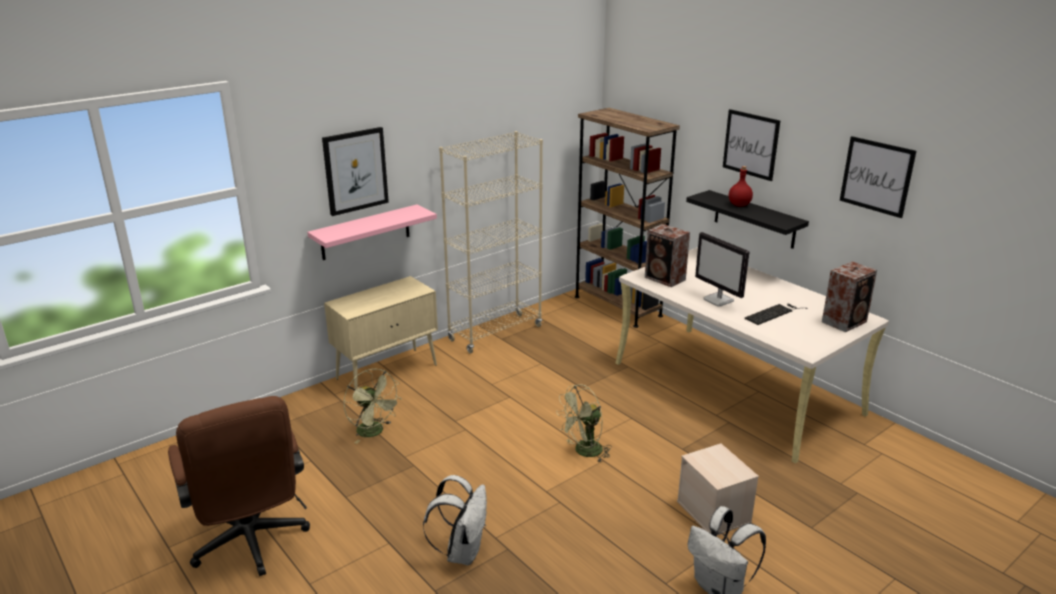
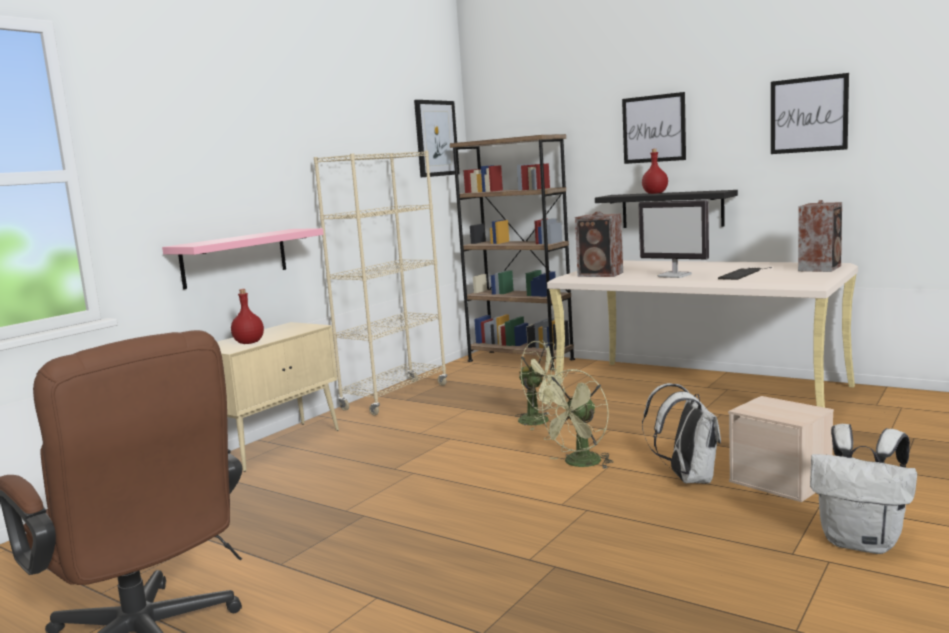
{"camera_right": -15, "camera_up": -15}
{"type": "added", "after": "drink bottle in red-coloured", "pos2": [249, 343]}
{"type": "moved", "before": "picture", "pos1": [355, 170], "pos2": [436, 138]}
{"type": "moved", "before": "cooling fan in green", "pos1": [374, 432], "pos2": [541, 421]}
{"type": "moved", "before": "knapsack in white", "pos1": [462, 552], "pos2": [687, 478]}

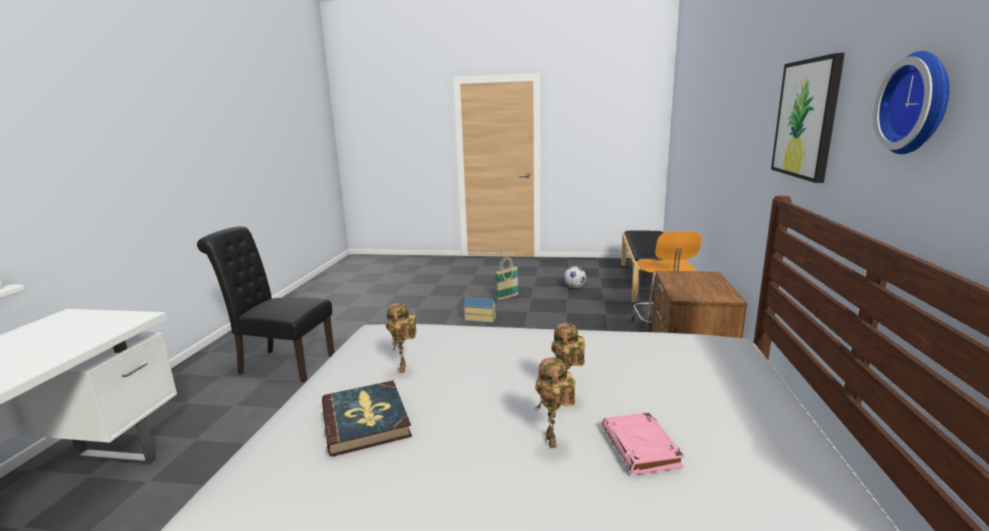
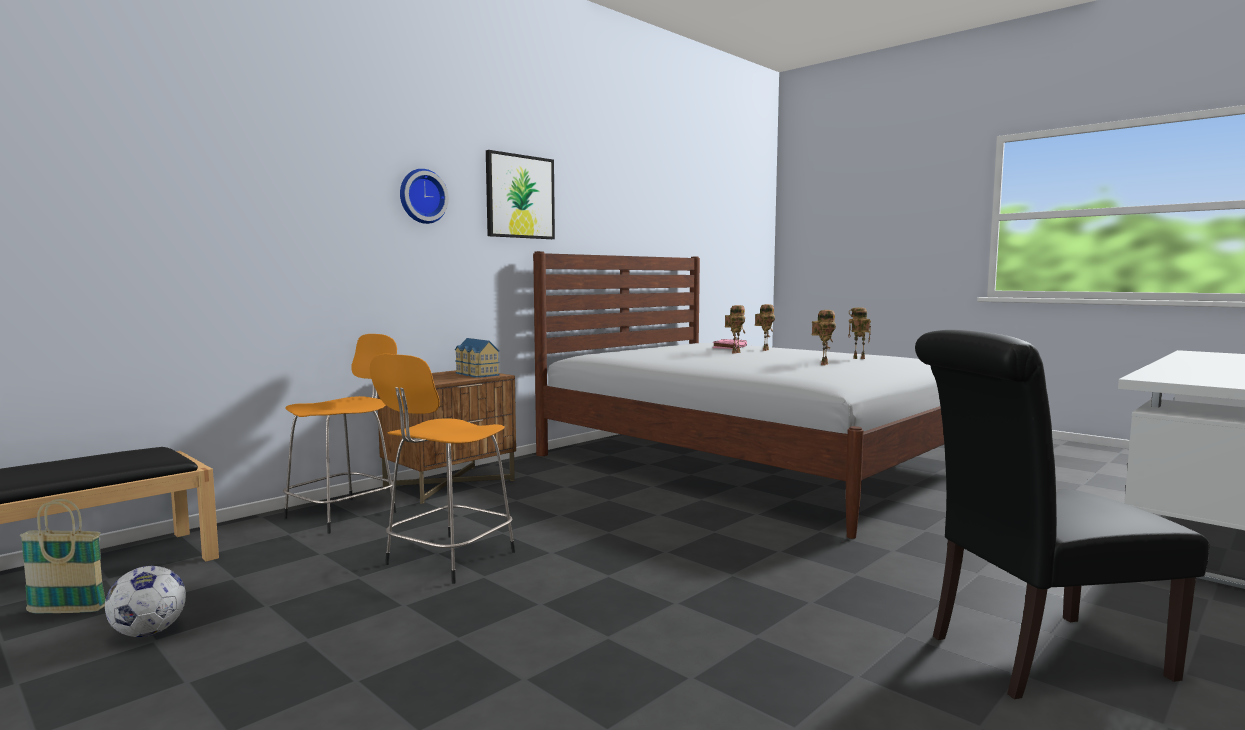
{"camera_right": -145, "camera_up": -10}
{"type": "added", "after": "stool in orange", "pos2": [448, 559]}
{"type": "moved", "before": "toy house", "pos1": [480, 318], "pos2": [476, 374]}
{"type": "moved", "before": "storage basket", "pos1": [507, 297], "pos2": [67, 611]}
{"type": "moved", "before": "wall clock", "pos1": [919, 103], "pos2": [422, 196]}
{"type": "replaced", "before": "bound book", "after": "model robot", "pos1": [366, 420], "pos2": [858, 358]}
{"type": "turned", "before": "plain chair in blackish", "pos1": [281, 364], "pos2": [1034, 656], "turn": 120}

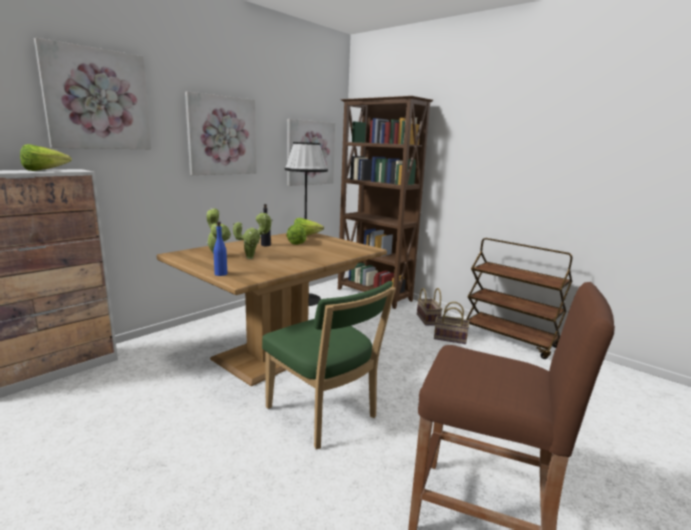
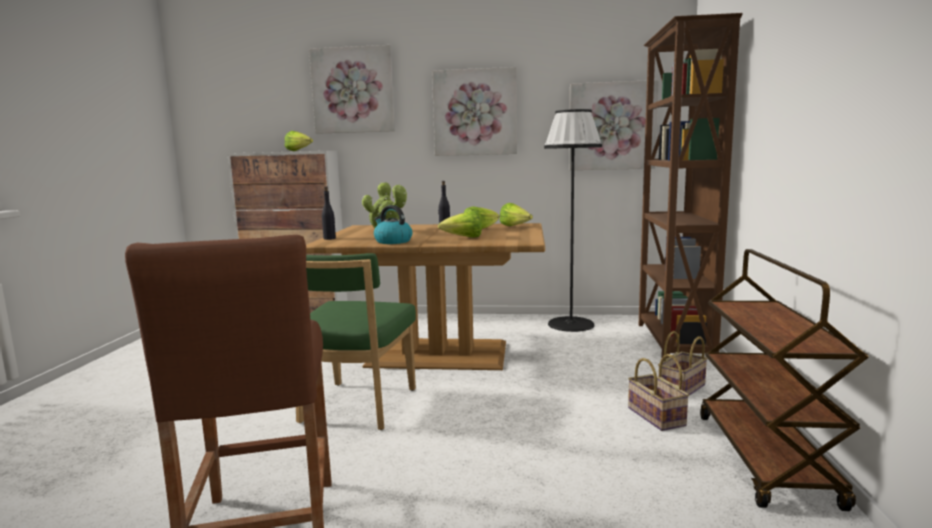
{"camera_right": 55, "camera_up": -5}
{"type": "added", "after": "water kettle", "pos2": [392, 241]}
{"type": "added", "after": "lettuce", "pos2": [464, 238]}
{"type": "recoloured", "before": "drink bottle in blue", "after": "drink bottle in blackish", "pos1": [221, 274], "pos2": [329, 238]}

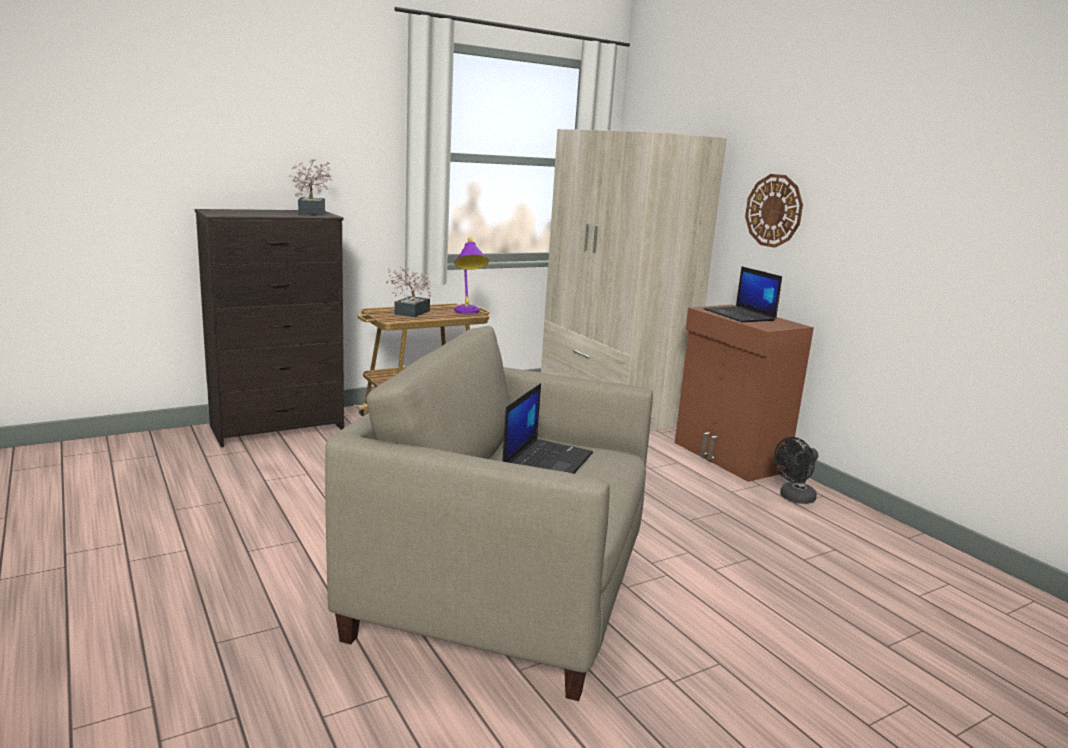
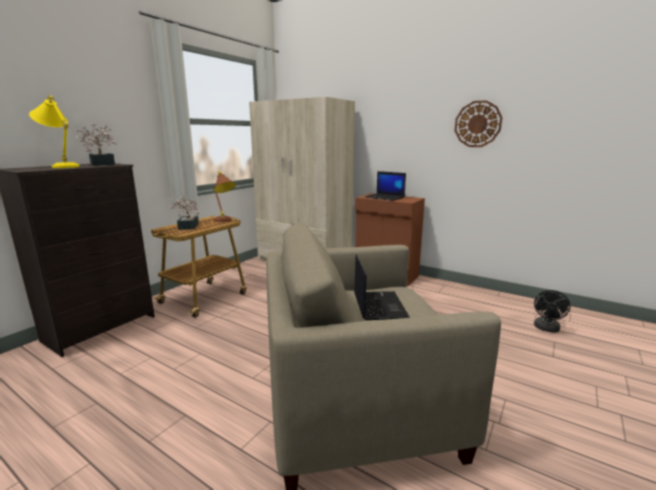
{"camera_right": -25, "camera_up": 0}
{"type": "added", "after": "tabletop lamp in yellow-coloured", "pos2": [62, 166]}
{"type": "moved", "before": "wall clock", "pos1": [774, 210], "pos2": [477, 124]}
{"type": "moved", "before": "cooling fan in blackish", "pos1": [793, 498], "pos2": [546, 329]}
{"type": "recoloured", "before": "tabletop lamp in purplish", "after": "tabletop lamp in brown", "pos1": [468, 313], "pos2": [225, 220]}

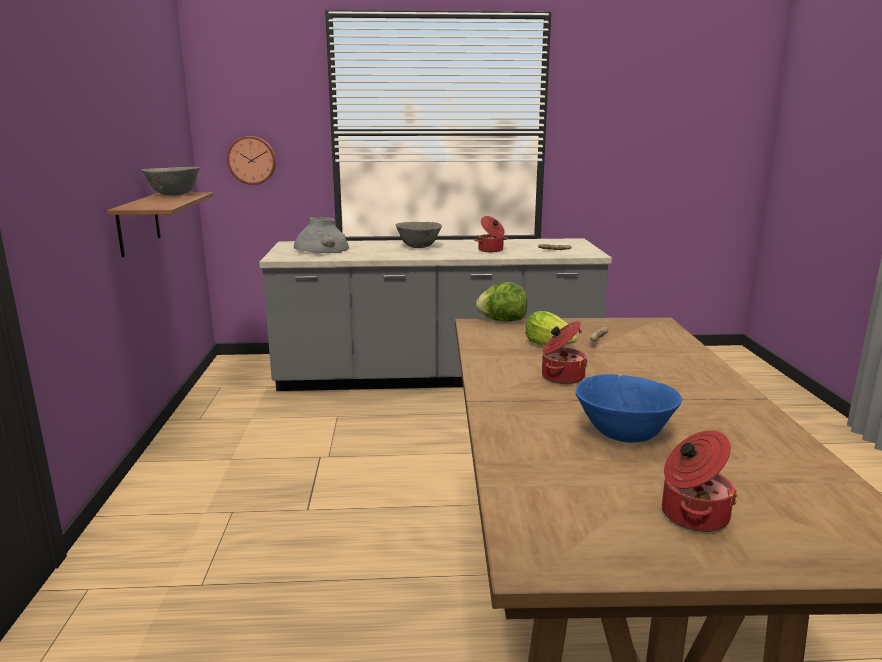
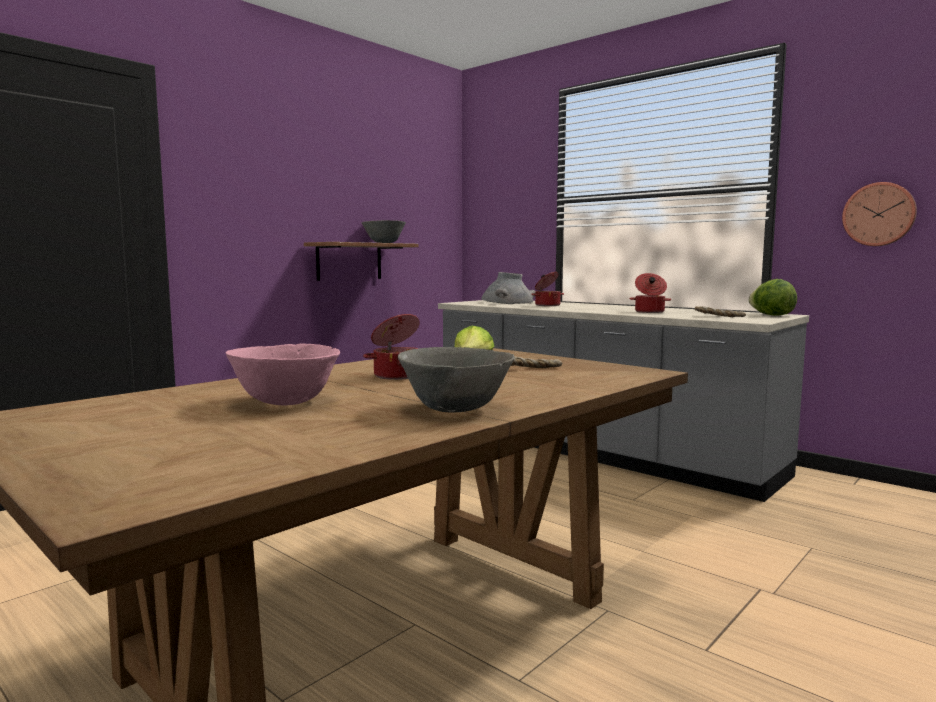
{"camera_right": 45, "camera_up": -10}
{"type": "moved", "before": "wall clock", "pos1": [252, 160], "pos2": [879, 214]}
{"type": "moved", "before": "deep dish in greyish", "pos1": [418, 247], "pos2": [456, 409]}
{"type": "moved", "before": "lettuce", "pos1": [502, 321], "pos2": [771, 315]}
{"type": "moved", "before": "cooking pot", "pos1": [692, 515], "pos2": [547, 305]}
{"type": "recoloured", "before": "deep dish in blue", "after": "deep dish in pink-coloured", "pos1": [623, 436], "pos2": [285, 402]}

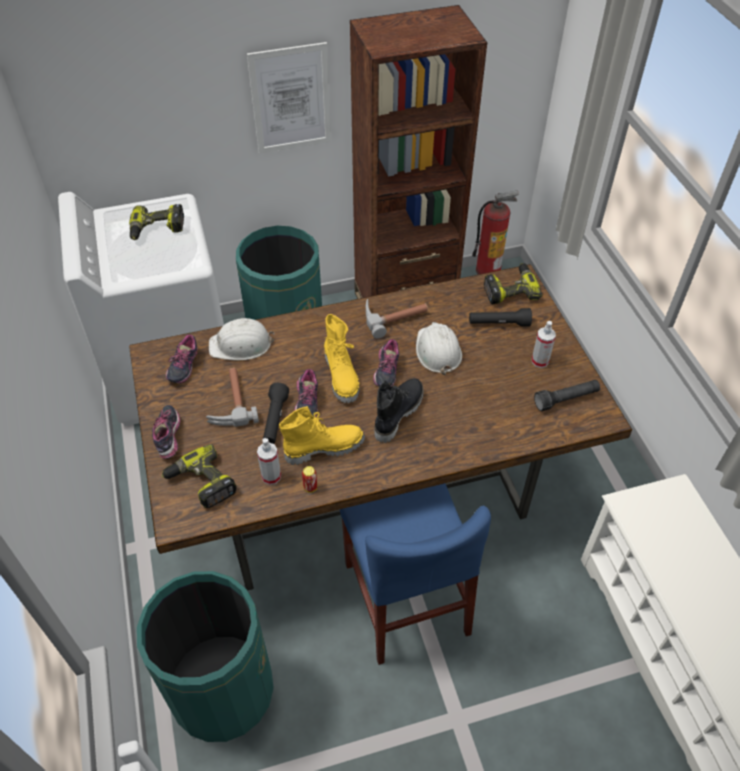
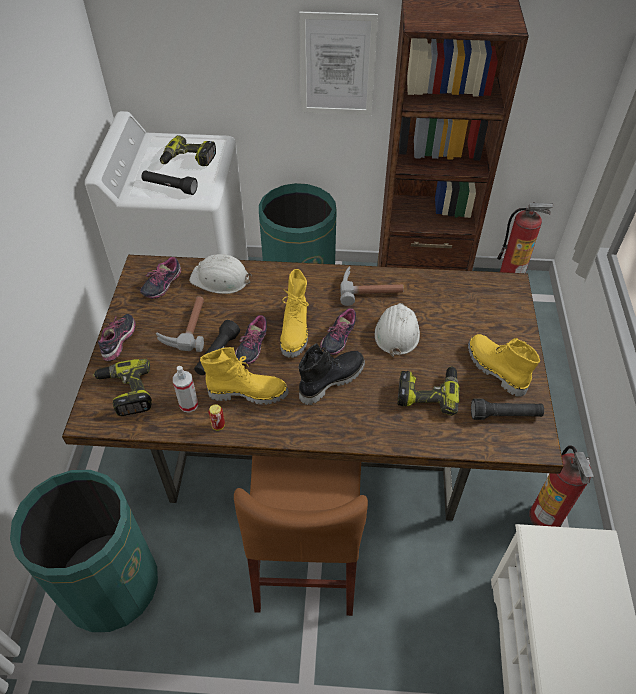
{"camera_right": 20, "camera_up": 0}
{"type": "added", "after": "fire-fighting cylinder", "pos2": [546, 517]}
{"type": "moved", "before": "hand torch in blackish", "pos1": [499, 324], "pos2": [170, 187]}
{"type": "moved", "before": "drill", "pos1": [510, 289], "pos2": [428, 393]}
{"type": "replaced", "before": "sprayer", "after": "high-top boot in yellow-coloured", "pos1": [540, 361], "pos2": [495, 370]}
{"type": "recoloured", "before": "plain chair in blue", "after": "plain chair in brown", "pos1": [405, 598], "pos2": [305, 558]}

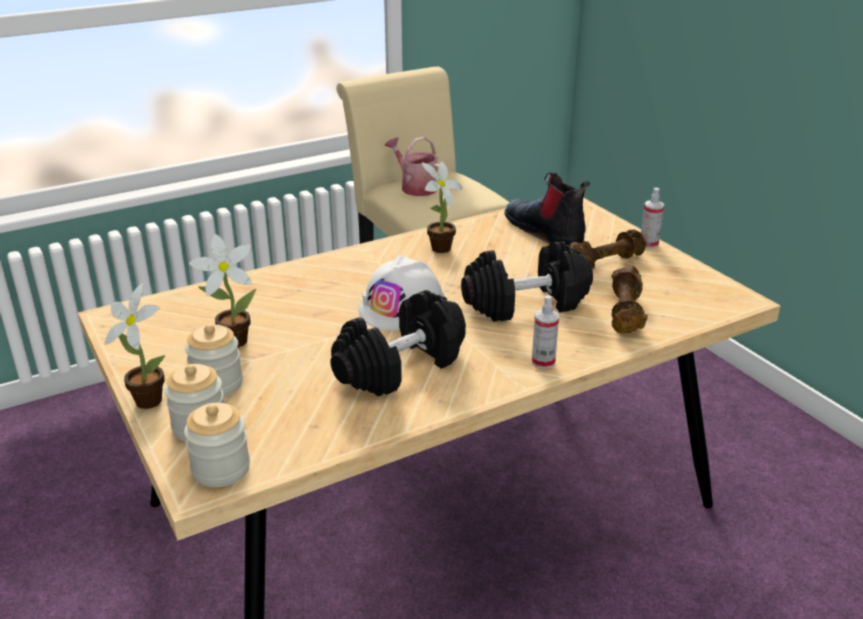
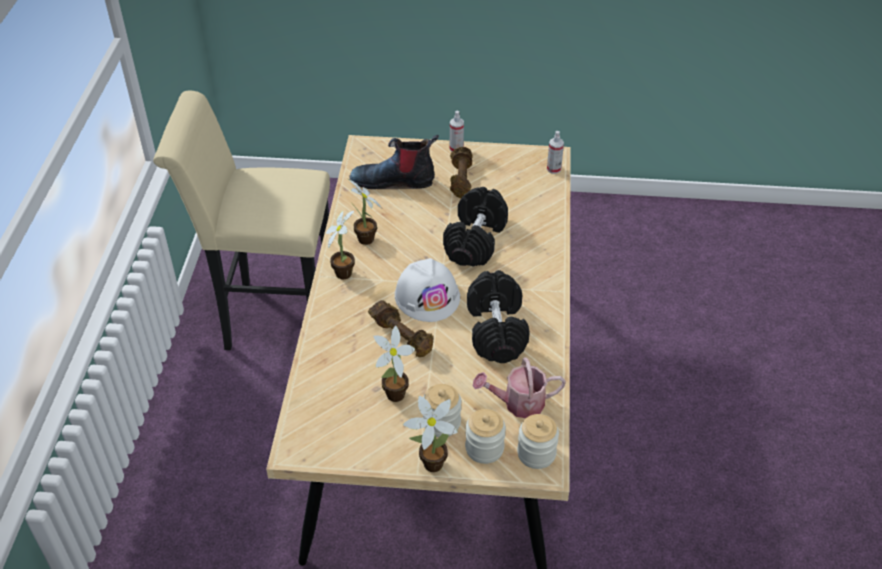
{"camera_right": -55, "camera_up": 15}
{"type": "added", "after": "houseplant", "pos2": [344, 271]}
{"type": "moved", "before": "sprinkling can", "pos1": [415, 187], "pos2": [518, 403]}
{"type": "moved", "before": "sprayer", "pos1": [543, 362], "pos2": [554, 169]}
{"type": "moved", "before": "free weight in brown", "pos1": [626, 313], "pos2": [402, 336]}

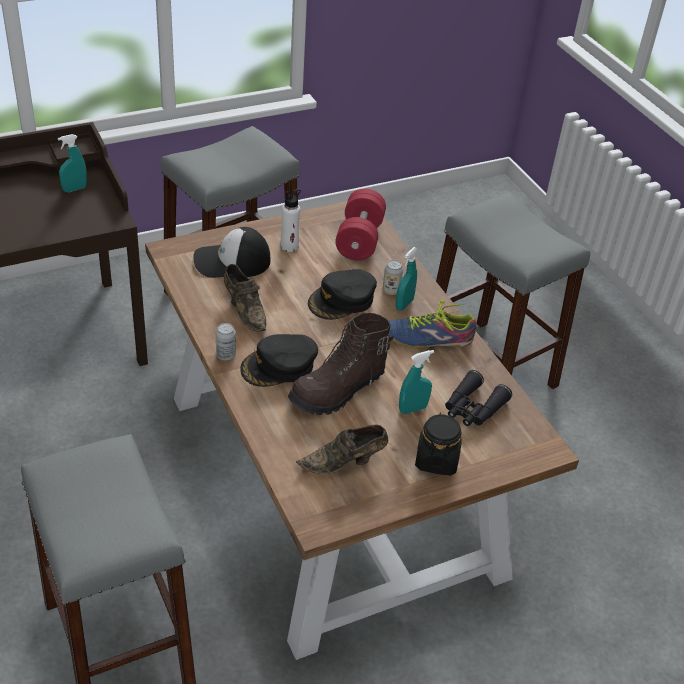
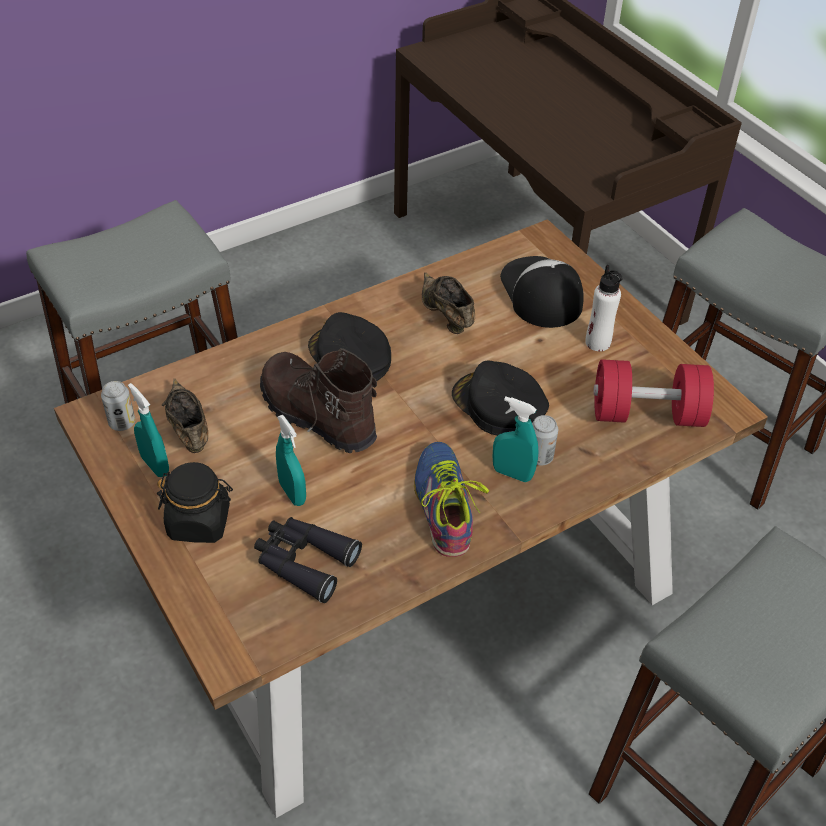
{"camera_right": 85, "camera_up": 5}
{"type": "moved", "before": "sprayer in turquoise-coloured", "pos1": [74, 189], "pos2": [155, 465]}
{"type": "moved", "before": "metal can", "pos1": [226, 355], "pos2": [122, 423]}
{"type": "turned", "before": "item of footwear in brown", "pos1": [245, 311], "pos2": [446, 316], "turn": 105}

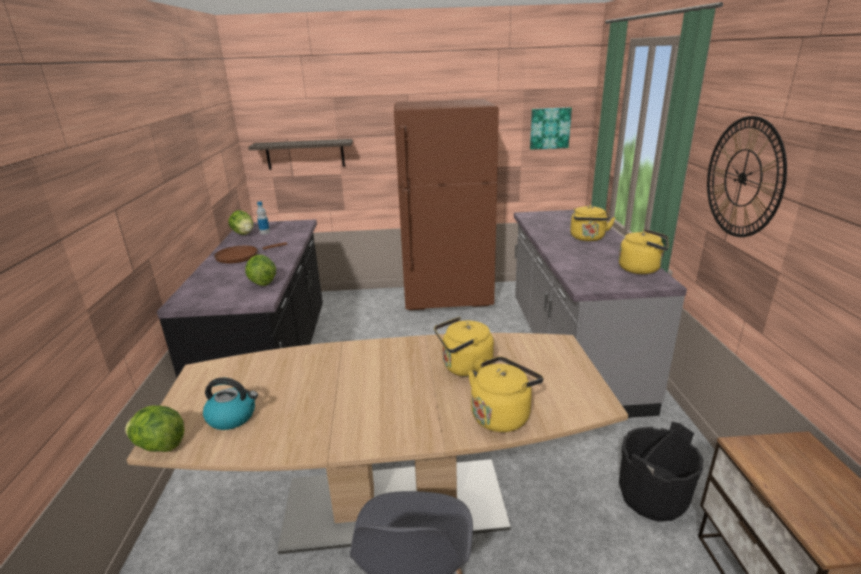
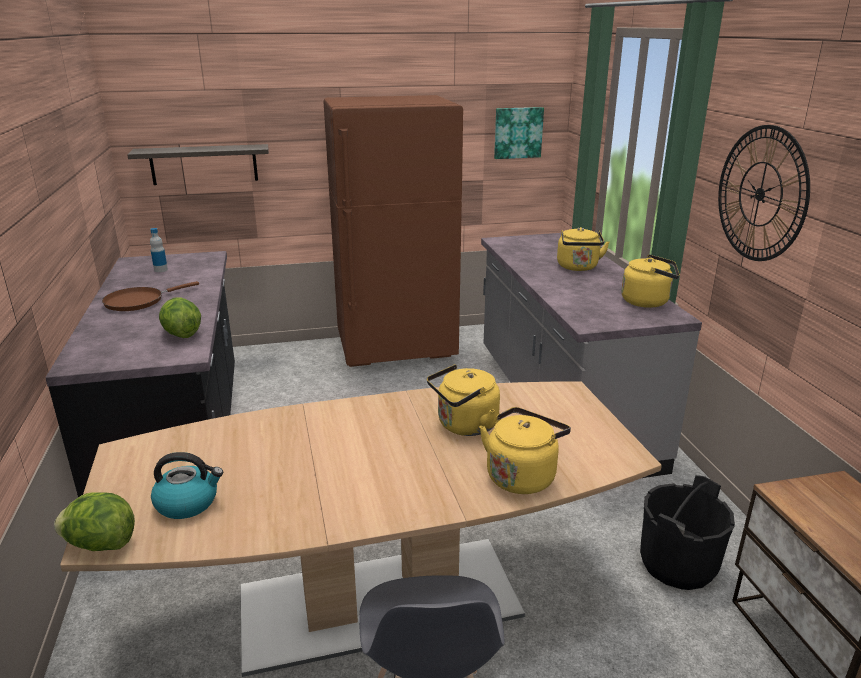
{"camera_right": -10, "camera_up": 0}
{"type": "removed", "before": "lettuce", "pos1": [243, 234]}

